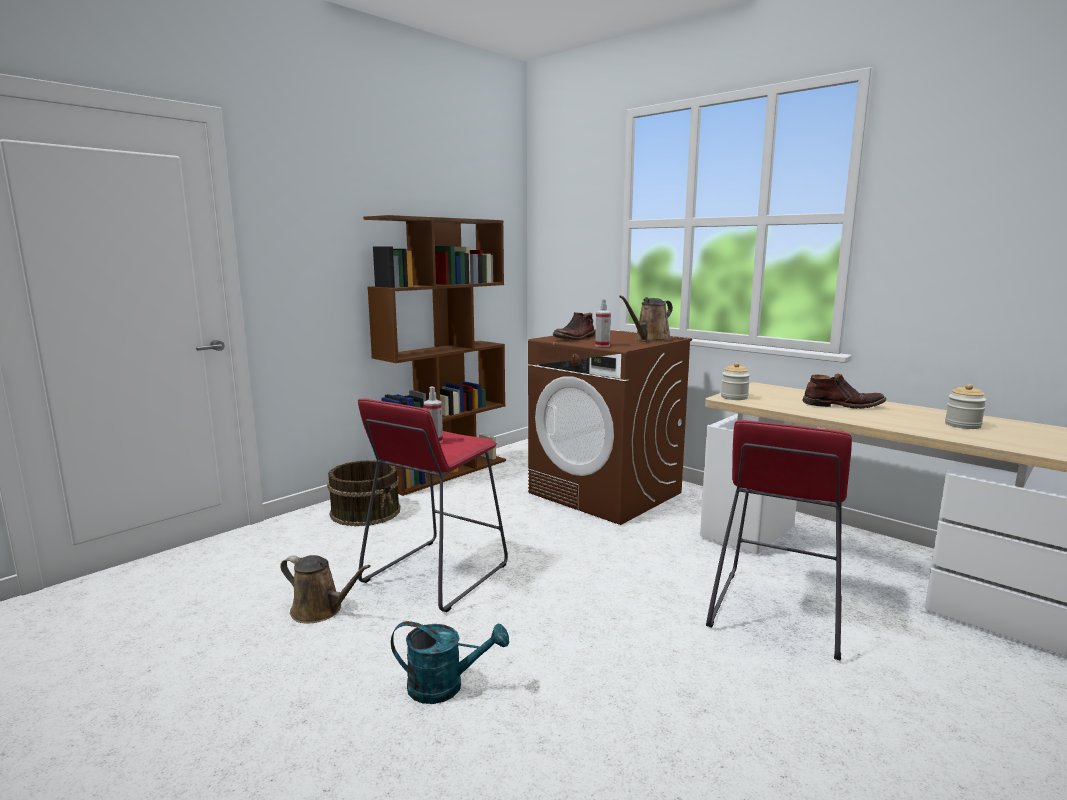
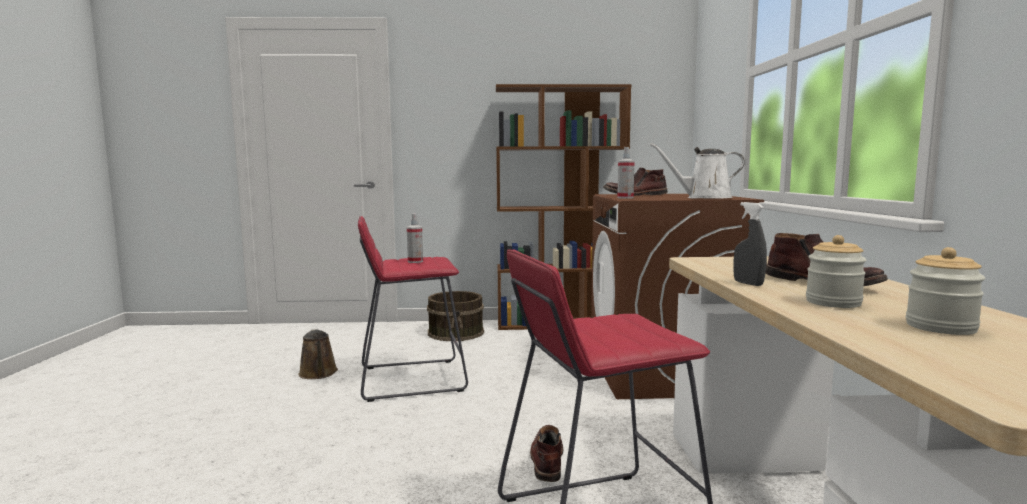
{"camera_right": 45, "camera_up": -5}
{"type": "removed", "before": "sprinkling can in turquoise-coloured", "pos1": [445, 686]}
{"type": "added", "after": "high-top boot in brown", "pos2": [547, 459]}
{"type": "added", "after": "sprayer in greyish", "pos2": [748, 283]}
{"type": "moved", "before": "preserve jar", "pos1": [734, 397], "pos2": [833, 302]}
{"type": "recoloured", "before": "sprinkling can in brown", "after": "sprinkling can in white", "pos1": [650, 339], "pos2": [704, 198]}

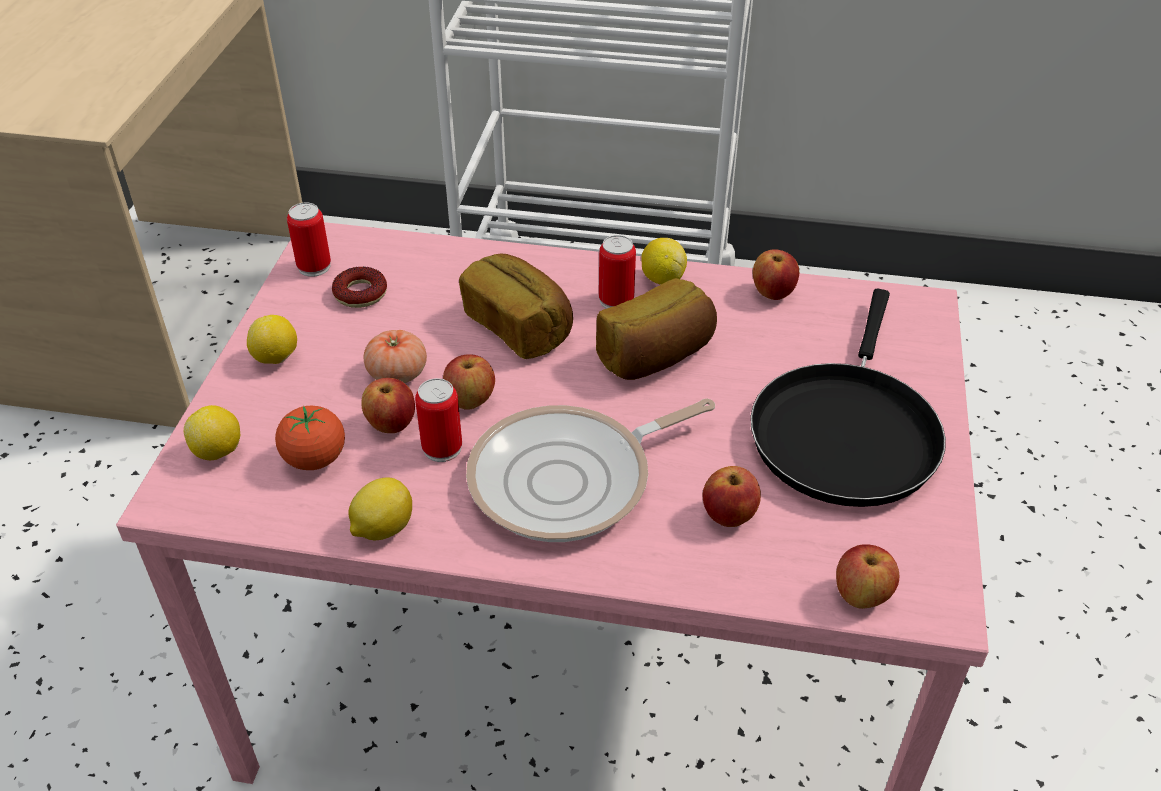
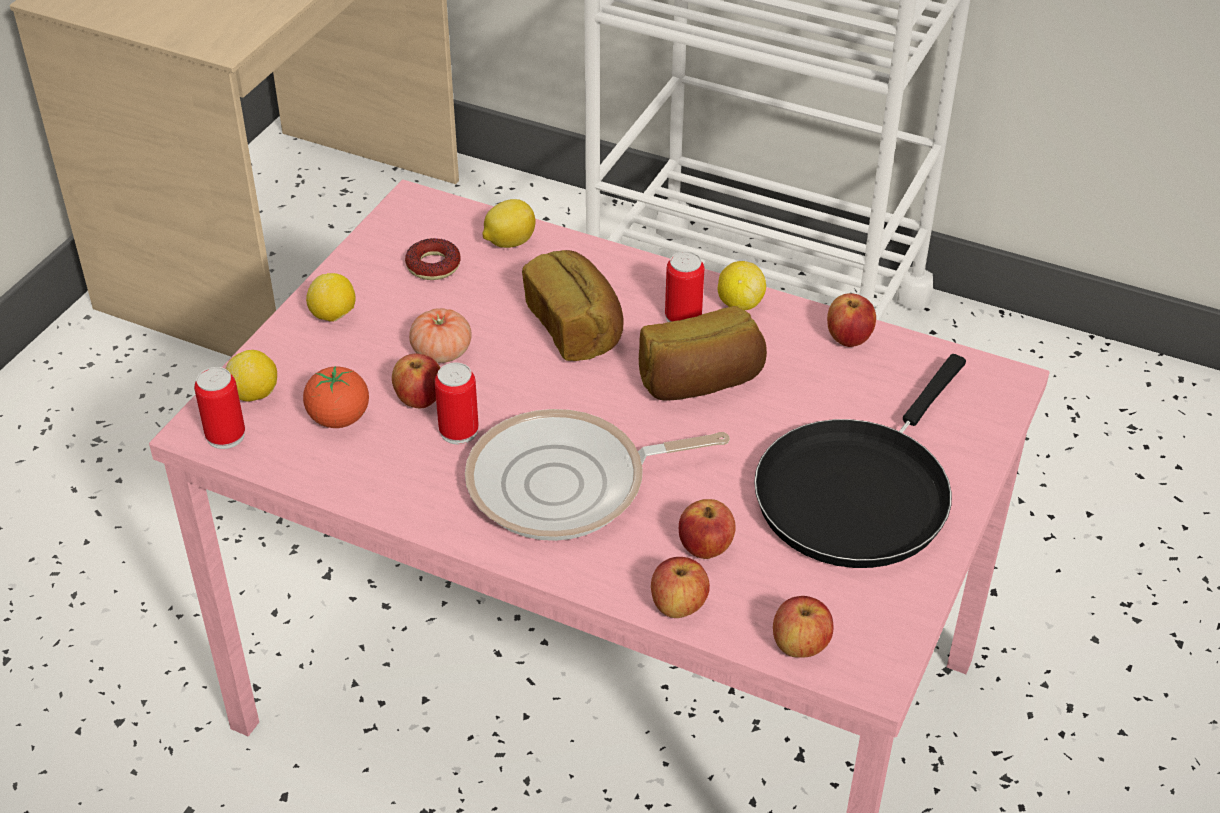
{"camera_right": 15, "camera_up": 0}
{"type": "moved", "before": "metal can", "pos1": [314, 266], "pos2": [225, 436]}
{"type": "moved", "before": "lemon", "pos1": [382, 528], "pos2": [509, 242]}
{"type": "moved", "before": "apple fruit", "pos1": [470, 400], "pos2": [678, 606]}

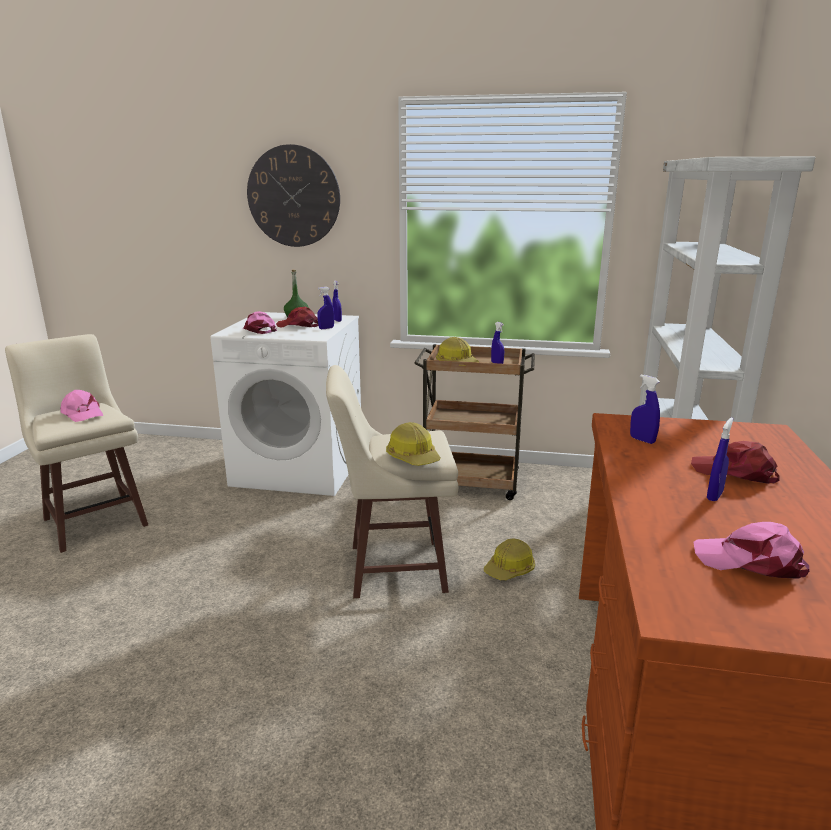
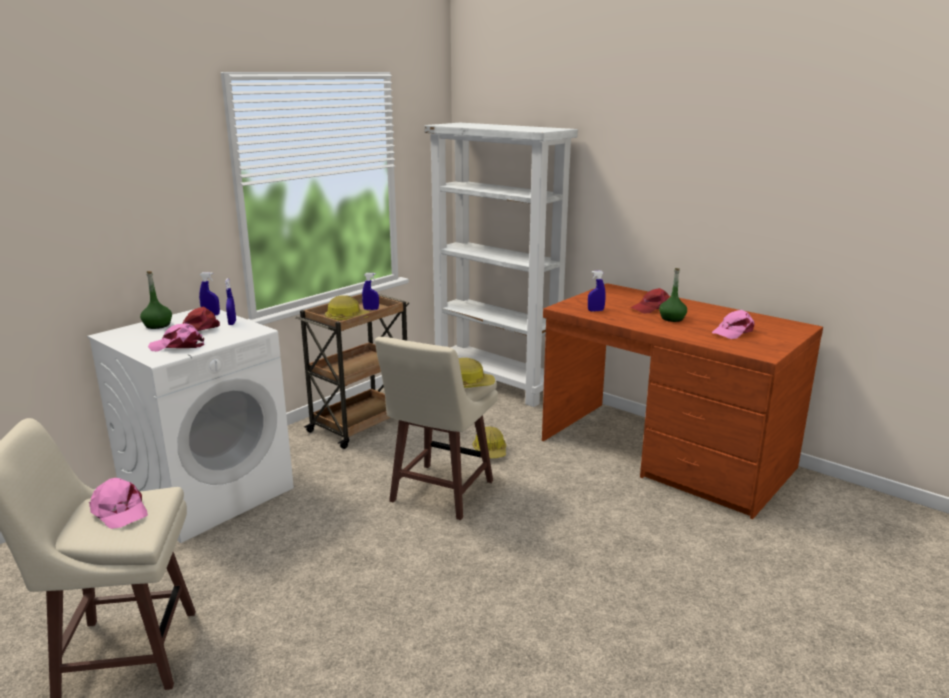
{"camera_right": -60, "camera_up": 0}
{"type": "removed", "before": "wall clock", "pos1": [293, 196]}
{"type": "replaced", "before": "sprayer in blue", "after": "drink bottle in green", "pos1": [714, 496], "pos2": [672, 318]}
{"type": "turned", "before": "cap in pink-coloured", "pos1": [82, 413], "pos2": [119, 511], "turn": 60}

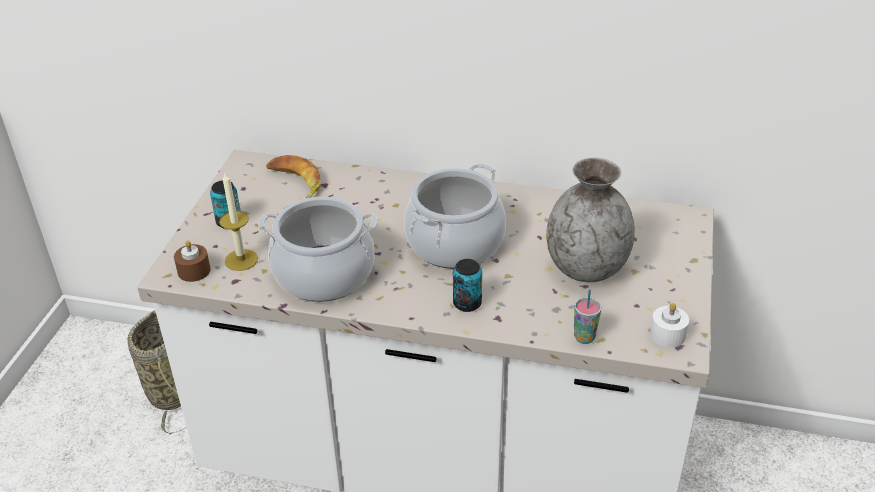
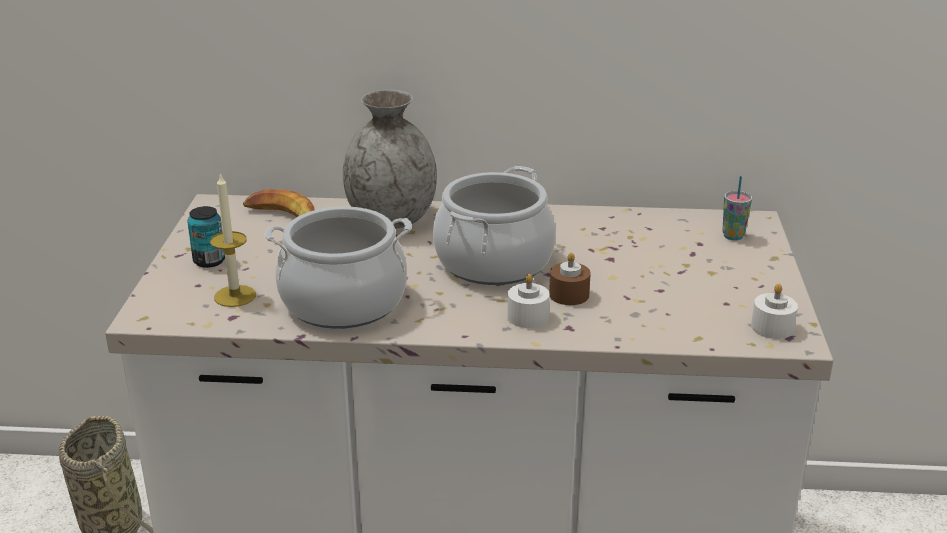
{"camera_right": -10, "camera_up": -10}
{"type": "moved", "before": "wax light in brown", "pos1": [194, 271], "pos2": [569, 295]}
{"type": "moved", "before": "flower vase in greyish", "pos1": [586, 267], "pos2": [391, 219]}
{"type": "moved", "before": "drinking cup", "pos1": [584, 338], "pos2": [733, 236]}
{"type": "replaced", "before": "metal can", "after": "wax light in white", "pos1": [467, 303], "pos2": [528, 317]}

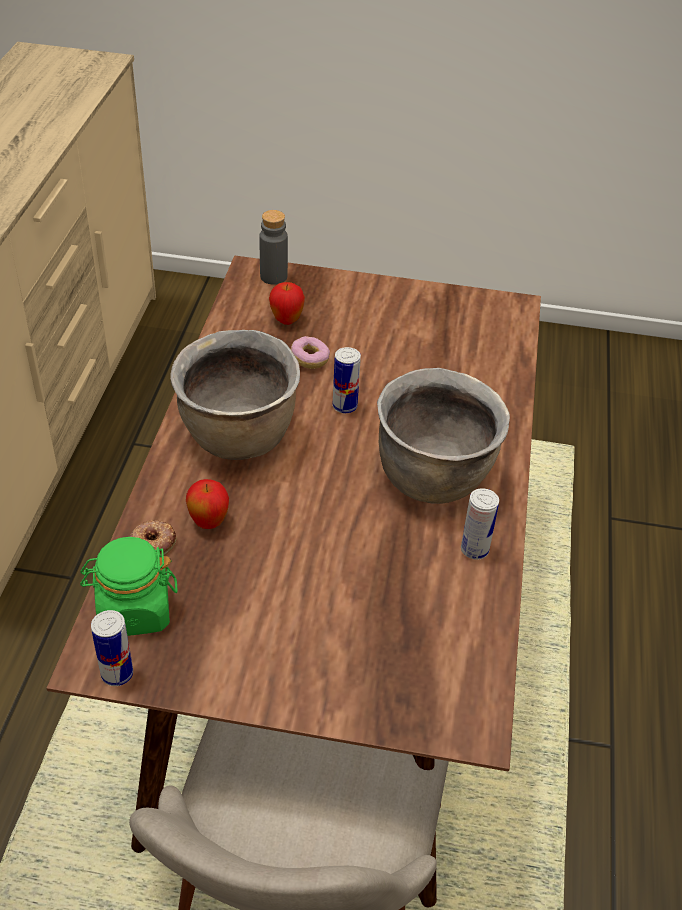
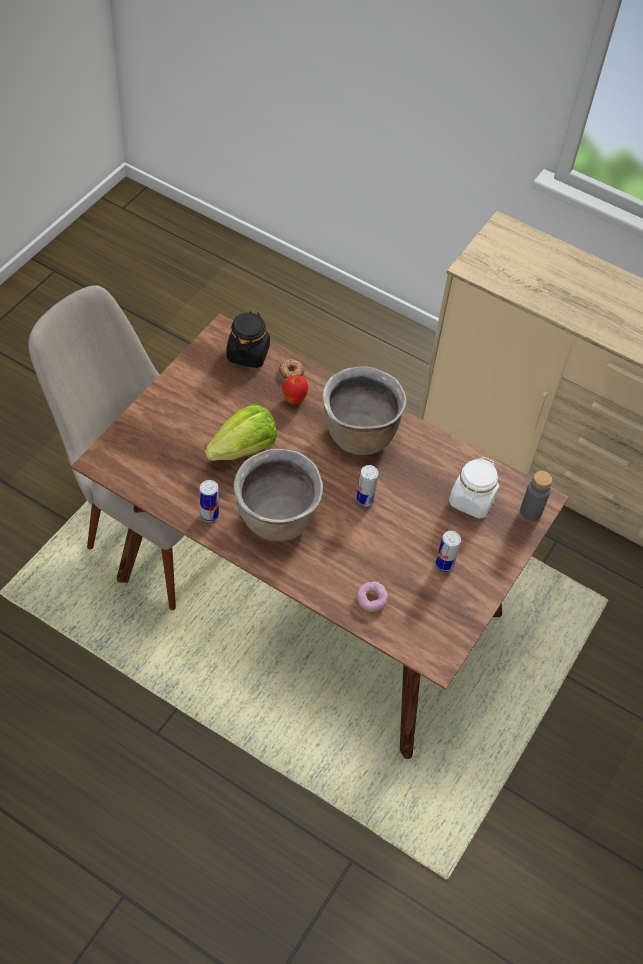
{"camera_right": 110, "camera_up": 10}
{"type": "added", "after": "lettuce", "pos2": [244, 449]}
{"type": "moved", "before": "metal can", "pos1": [117, 674], "pos2": [444, 564]}
{"type": "moved", "before": "doughnut", "pos1": [309, 359], "pos2": [371, 600]}
{"type": "replaced", "before": "apple fruit", "after": "preserve jar in white", "pos1": [286, 320], "pos2": [472, 500]}
{"type": "recoloured", "before": "preserve jar in green", "after": "preserve jar in blackish", "pos1": [134, 611], "pos2": [248, 353]}

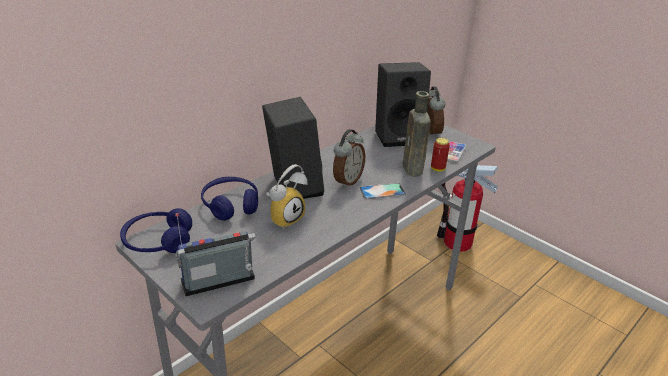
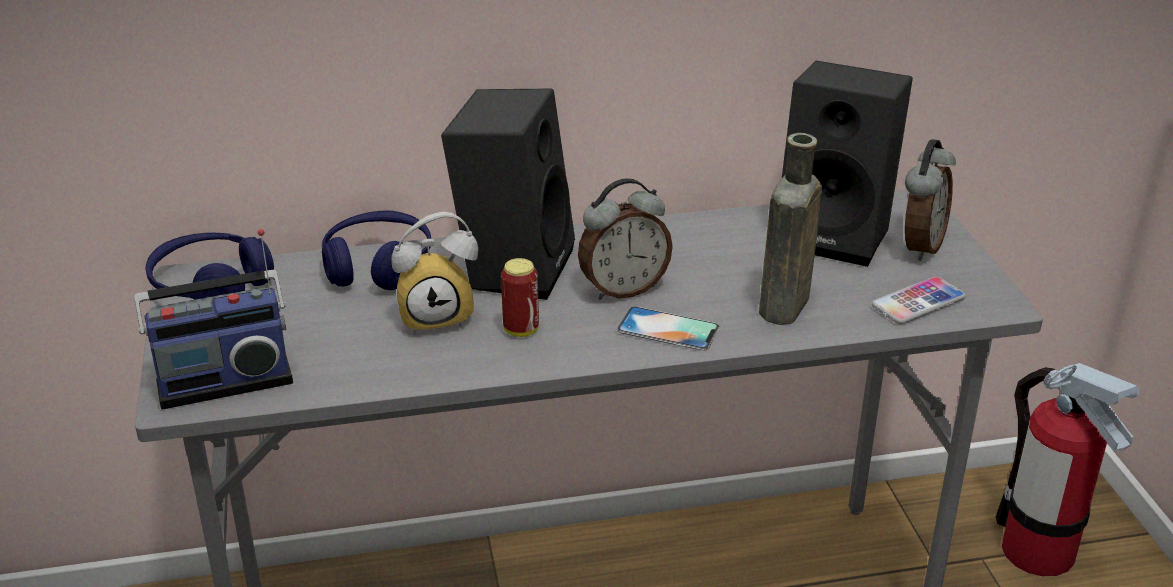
{"camera_right": 35, "camera_up": 0}
{"type": "moved", "before": "metal can", "pos1": [437, 169], "pos2": [521, 330]}
{"type": "turned", "before": "radio set", "pos1": [219, 283], "pos2": [224, 380], "turn": 150}

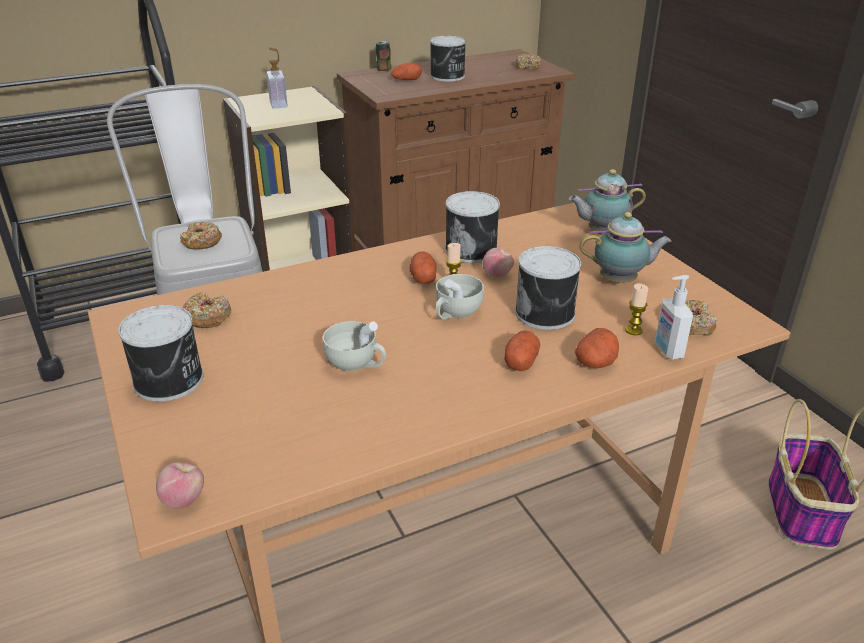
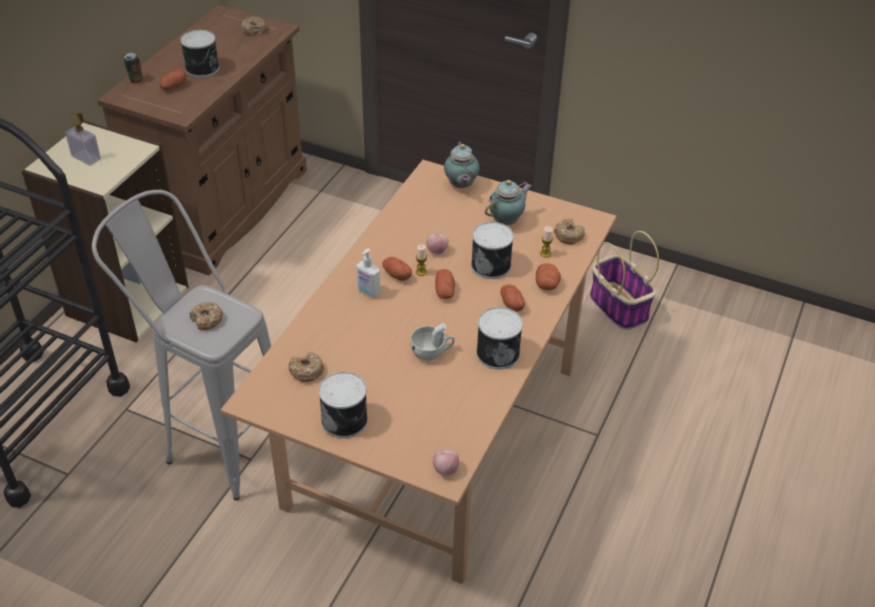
{"camera_right": -40, "camera_up": 10}
{"type": "moved", "before": "metal can", "pos1": [472, 250], "pos2": [498, 352]}
{"type": "moved", "before": "soap dispenser", "pos1": [667, 351], "pos2": [368, 292]}
{"type": "replaced", "before": "drinking cup in white", "after": "potato", "pos1": [455, 313], "pos2": [444, 291]}
{"type": "turned", "before": "teapot", "pos1": [601, 233], "pos2": [460, 186], "turn": -45}

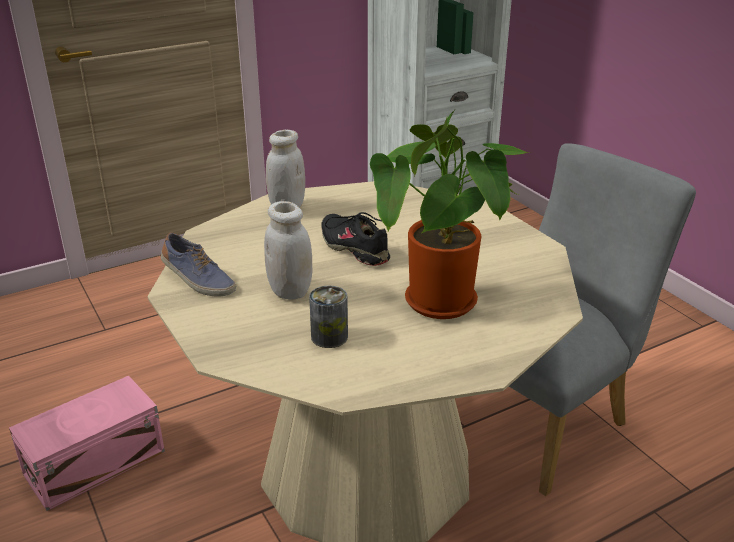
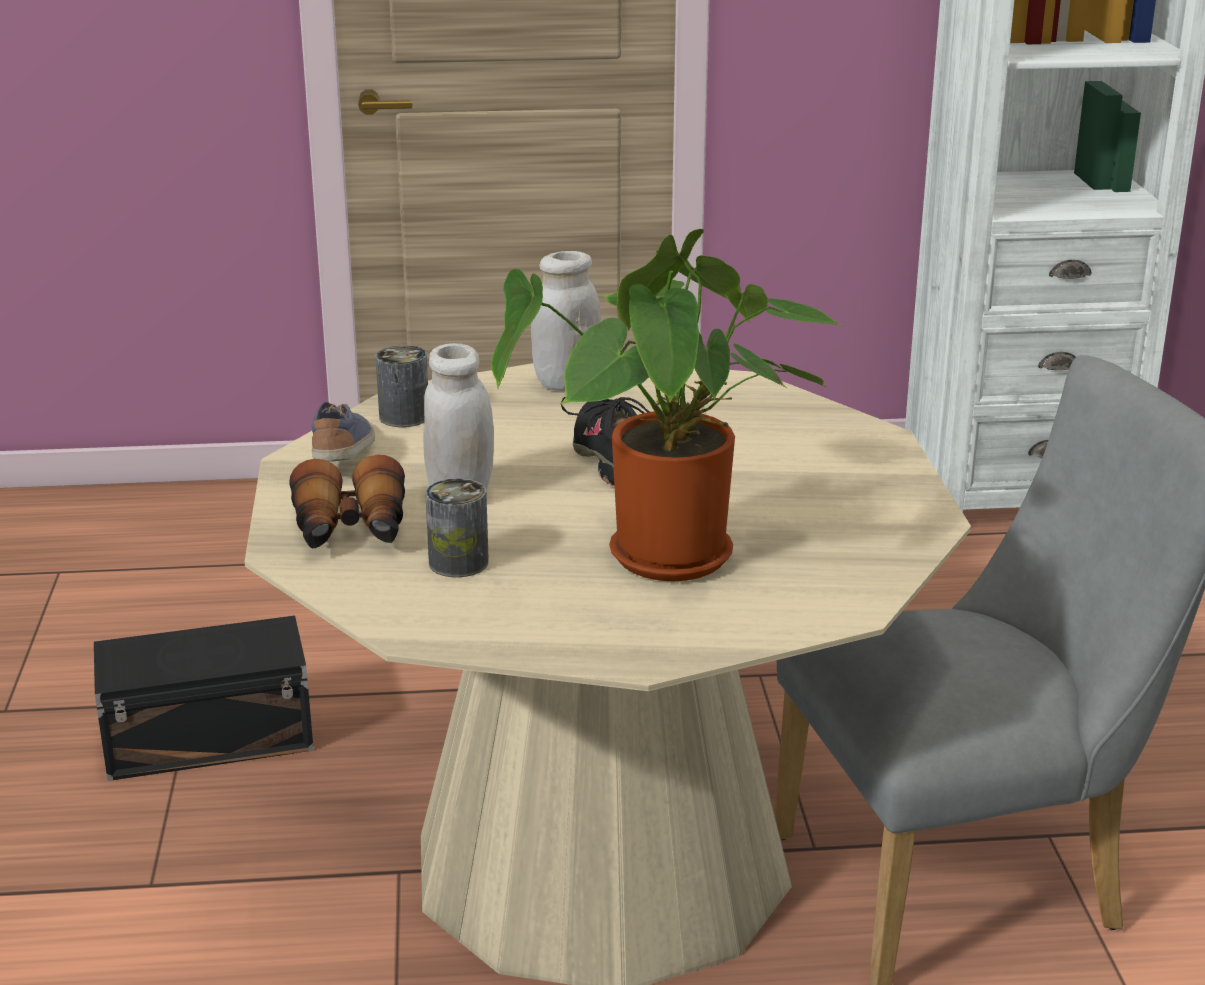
{"camera_right": 25, "camera_up": -5}
{"type": "added", "after": "binoculars", "pos2": [350, 531]}
{"type": "added", "after": "metal can", "pos2": [404, 417]}
{"type": "recoloured", "before": "storage container in pink-coloured", "after": "storage container in blackish", "pos1": [92, 462], "pos2": [205, 736]}
{"type": "turned", "before": "item of footwear", "pos1": [197, 280], "pos2": [344, 454], "turn": -150}

